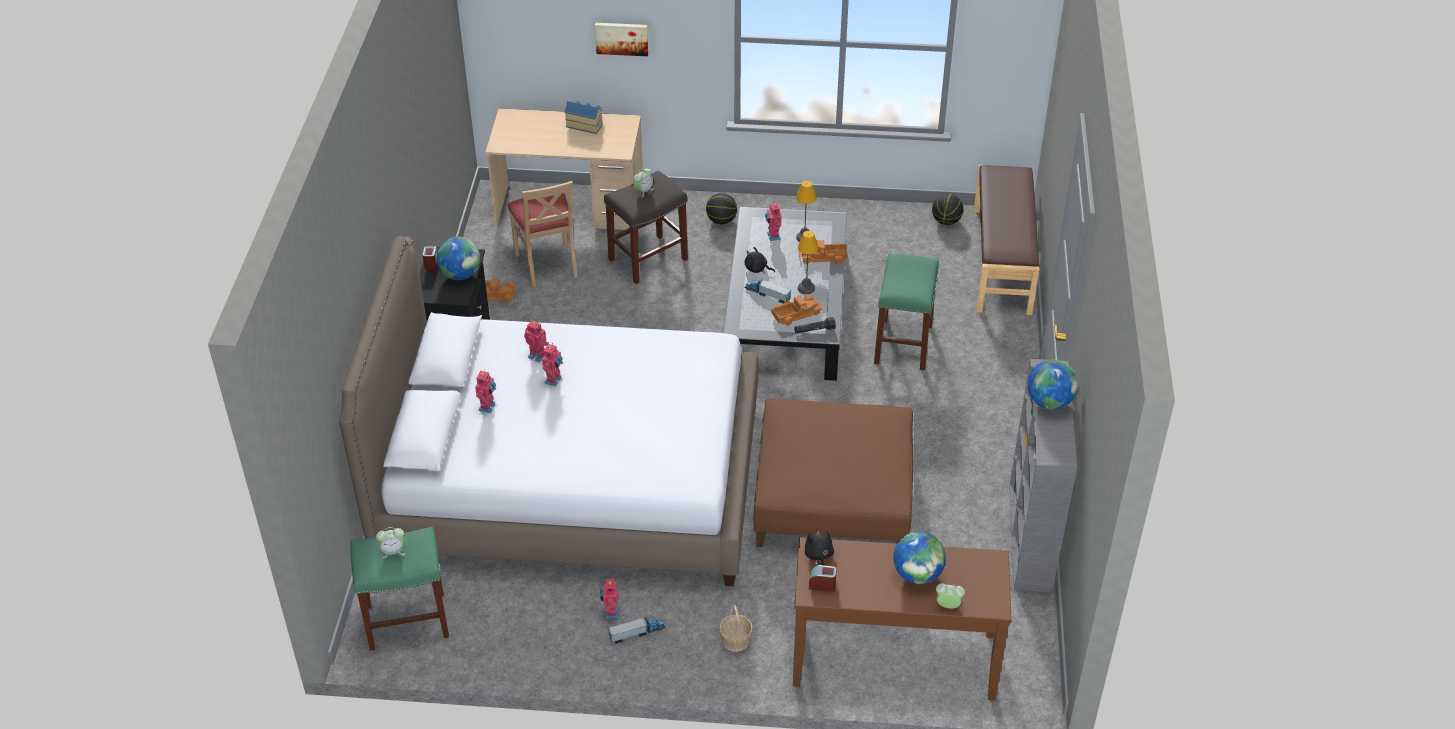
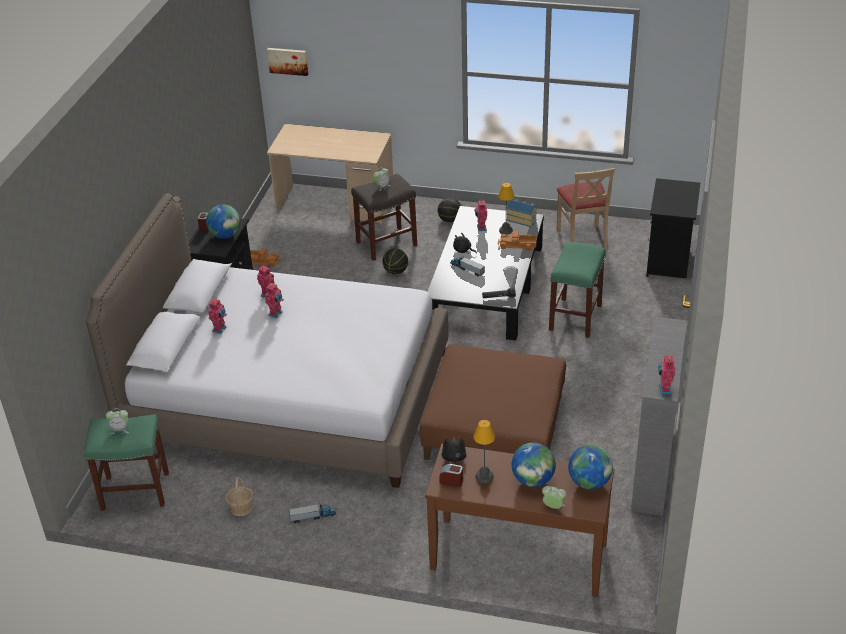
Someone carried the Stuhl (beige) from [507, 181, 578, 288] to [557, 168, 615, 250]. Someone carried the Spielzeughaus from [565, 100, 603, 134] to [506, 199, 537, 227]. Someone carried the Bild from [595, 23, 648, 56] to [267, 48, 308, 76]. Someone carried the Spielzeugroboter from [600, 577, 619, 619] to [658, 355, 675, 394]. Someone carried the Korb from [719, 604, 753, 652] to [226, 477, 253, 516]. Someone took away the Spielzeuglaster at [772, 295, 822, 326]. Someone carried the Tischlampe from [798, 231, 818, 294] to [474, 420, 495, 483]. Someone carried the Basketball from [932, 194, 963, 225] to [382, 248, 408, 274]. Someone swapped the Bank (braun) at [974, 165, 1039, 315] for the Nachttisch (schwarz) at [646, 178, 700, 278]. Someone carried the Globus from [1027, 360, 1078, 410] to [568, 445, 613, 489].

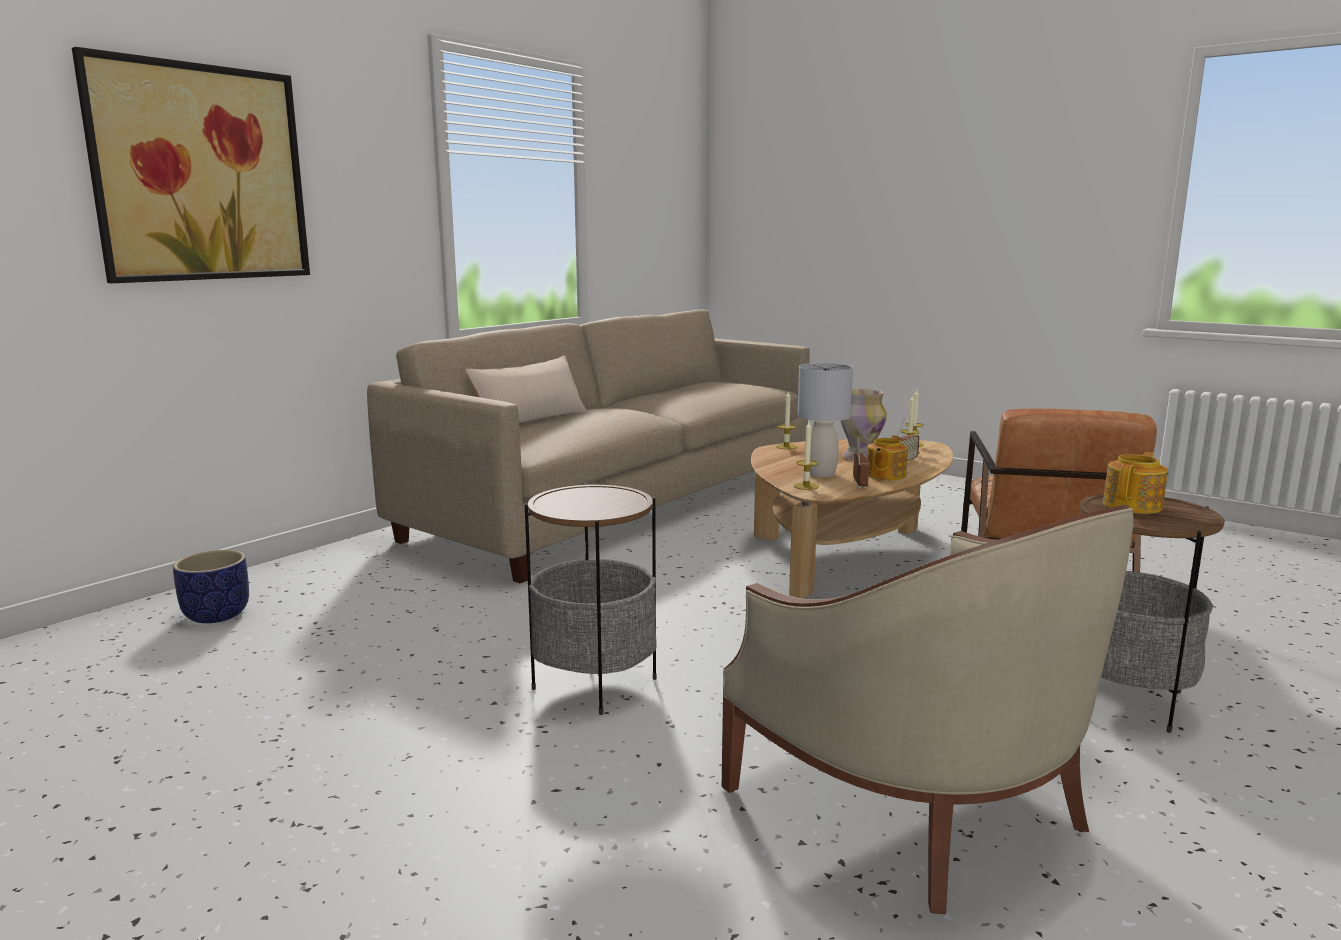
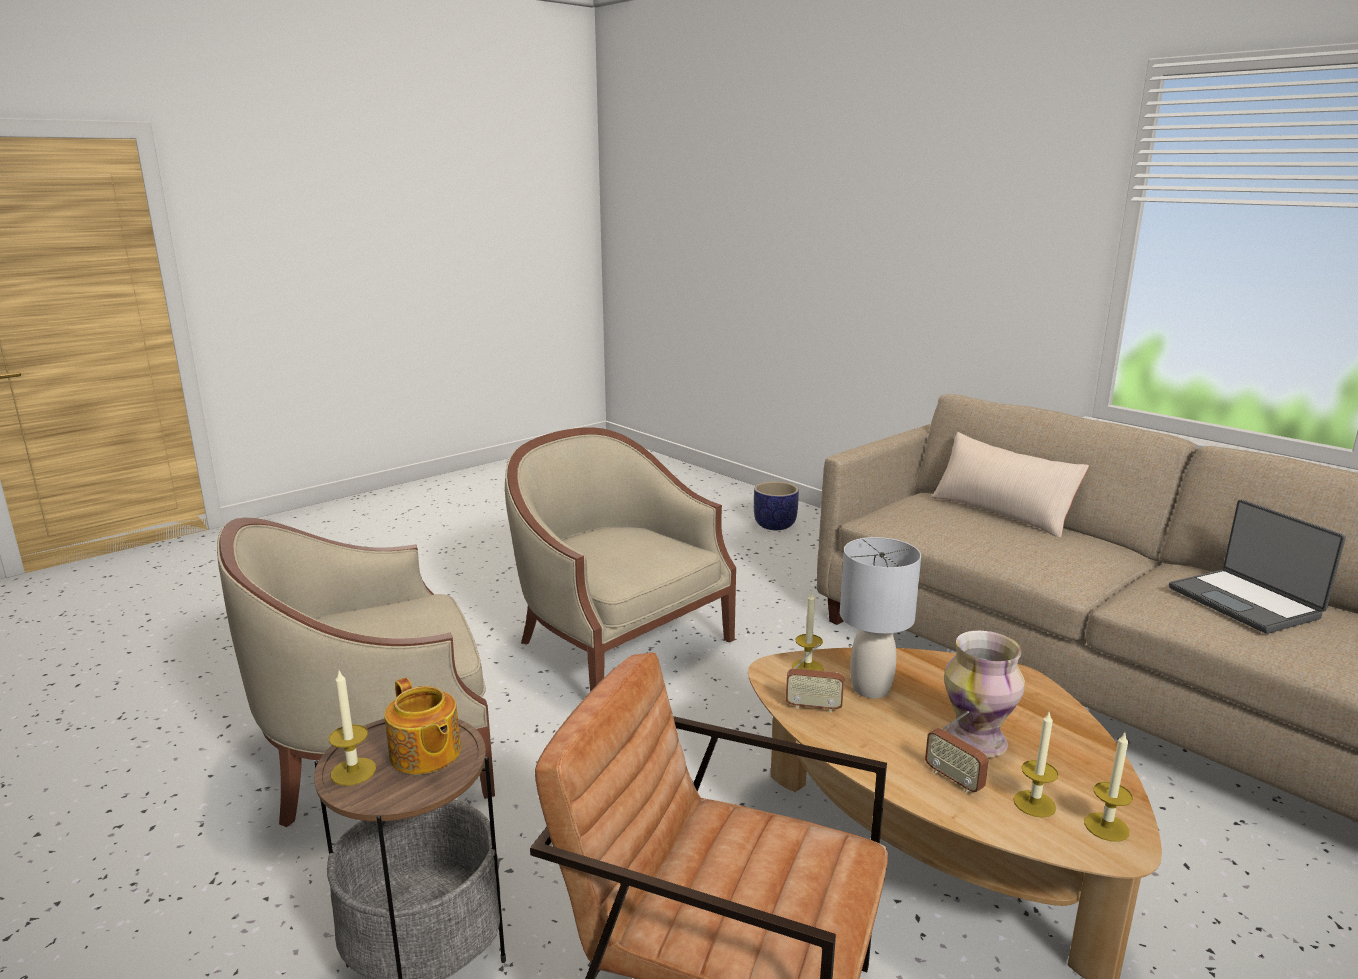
Someone took away the Bild at [72, 47, 310, 283]. Someone swapped the Beistelltisch at [525, 484, 657, 715] for the Sessel (beige) at [505, 427, 736, 692]. Someone carried the Kerze from [776, 390, 797, 449] to [329, 671, 376, 786]. Someone took away the Teekanne at [867, 436, 908, 480]. Someone put down the Laptop at [1169, 500, 1346, 634].

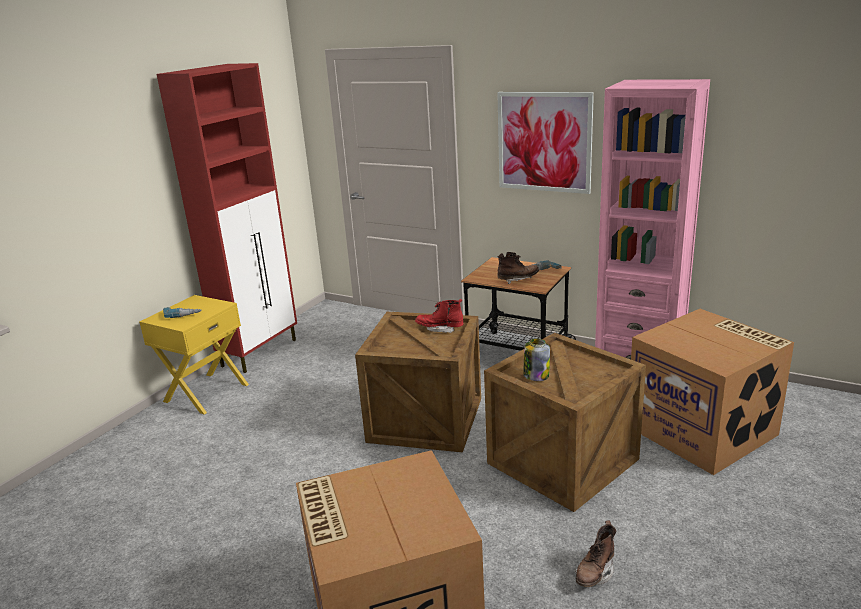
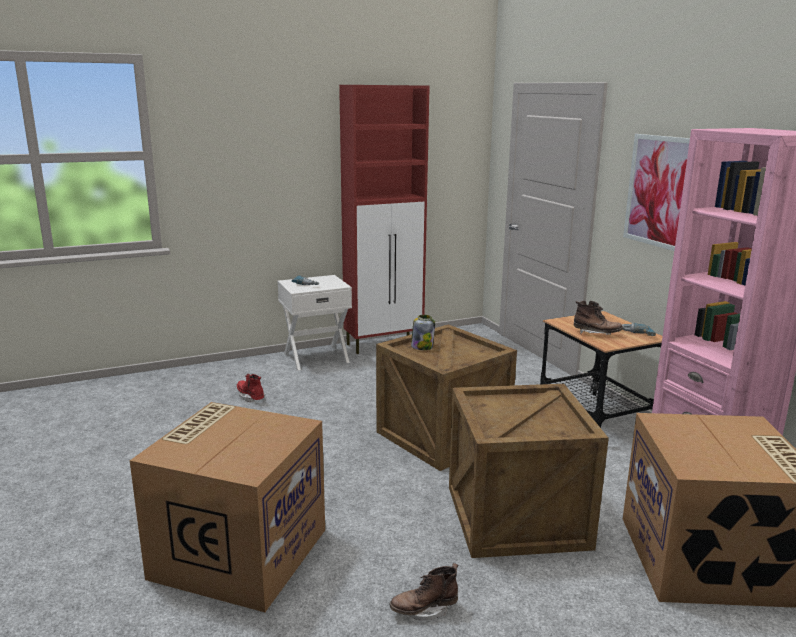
Someone repainted the Nachttisch (gelb) at [139, 295, 249, 415], which became the Nachttisch (weiß) at [277, 275, 352, 371]. Someone carried the Stiefel (rot) from [415, 299, 464, 333] to [237, 373, 266, 403]. Someone carried the Vorratsglas from [523, 338, 550, 381] to [411, 315, 435, 350].

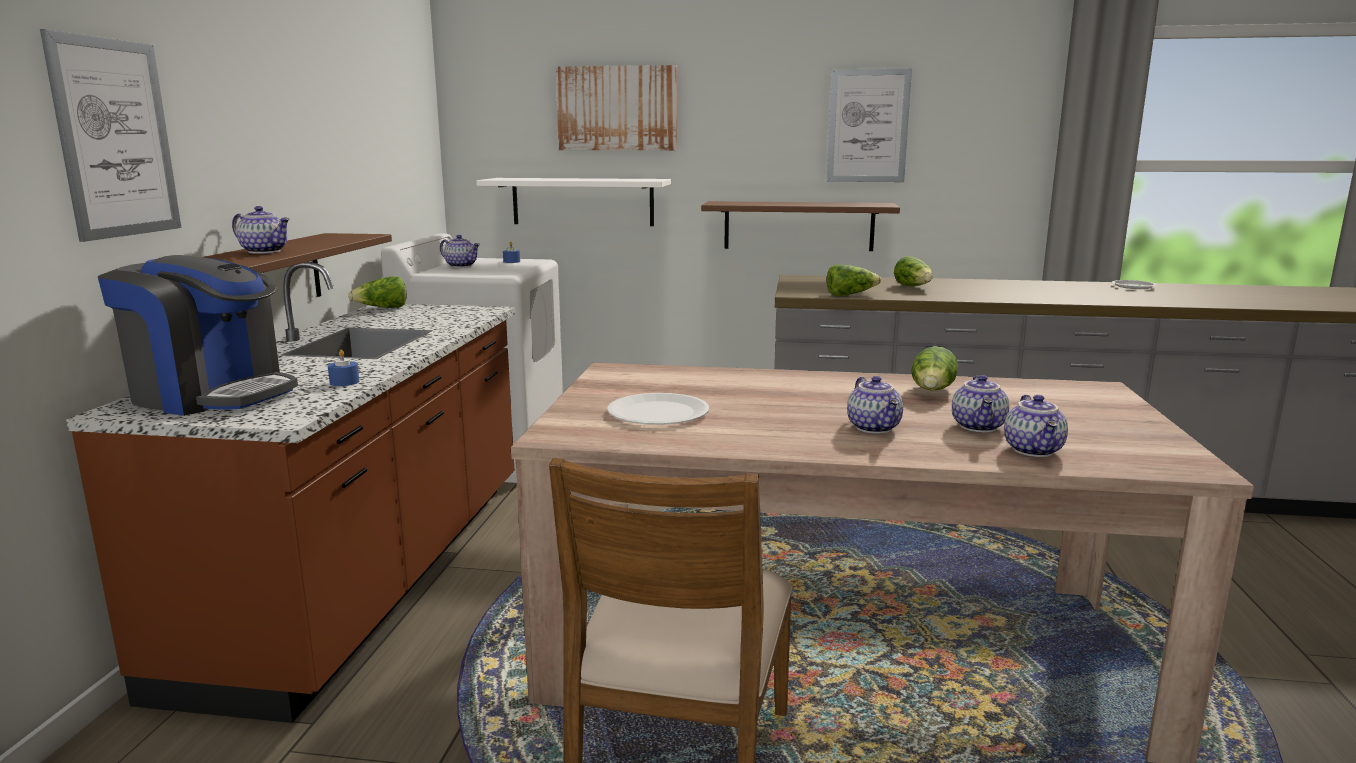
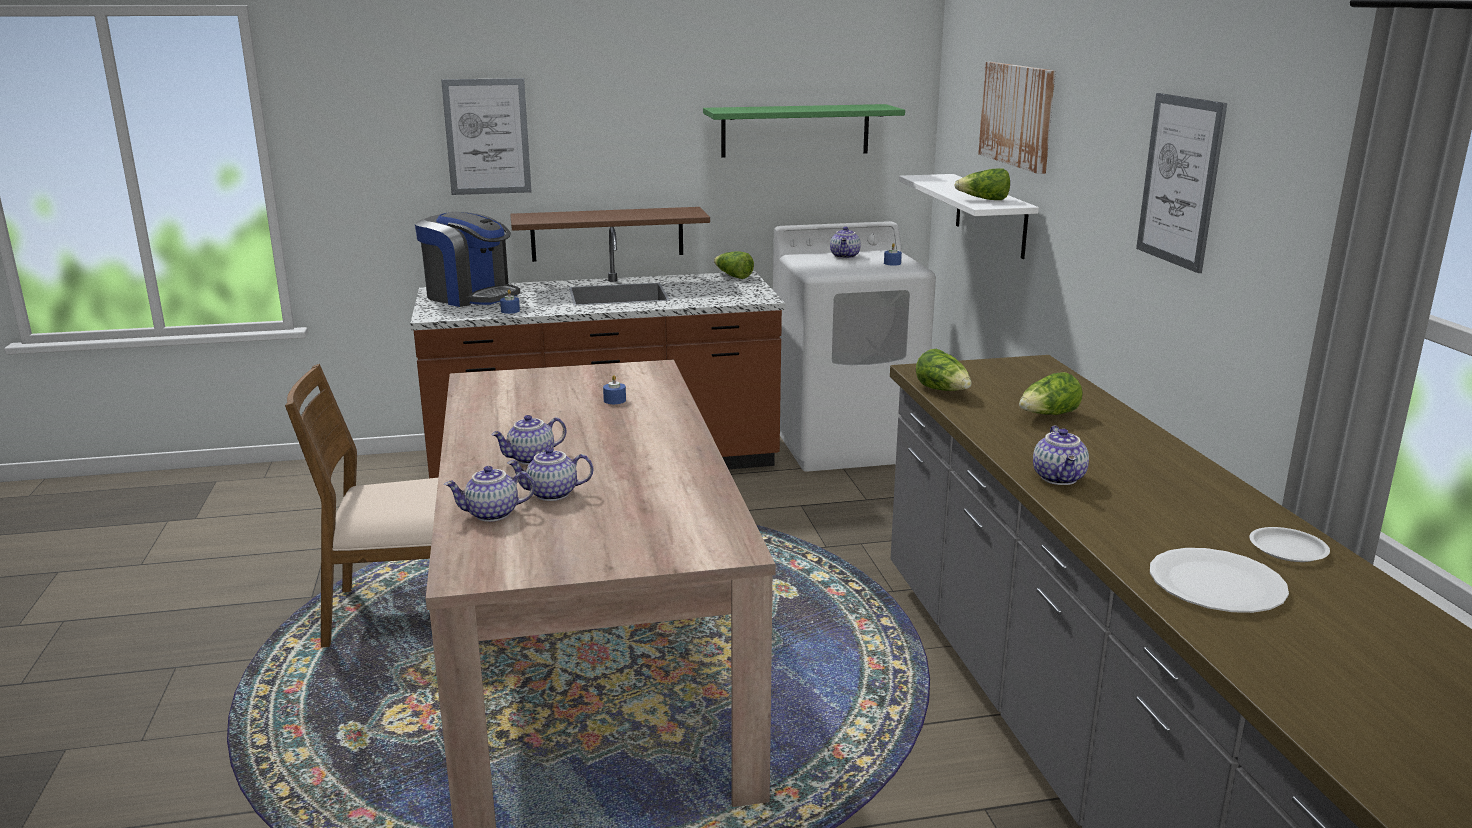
Someone rotated the Kaffeemaschine at [98, 255, 298, 416] by 60 degrees counterclockwise. Someone carried the Teekanne from [232, 206, 290, 254] to [1033, 426, 1089, 485]. Someone carried the Teller (weiß) from [607, 393, 709, 425] to [1150, 548, 1289, 613]. Someone took away the Wandregal (braun) at [701, 201, 900, 251]. Someone carried the Salatkopf from [912, 346, 958, 391] to [955, 168, 1010, 200]. Someone put down the Kerze (blau) at [603, 375, 626, 404]. Someone put up the Wandregal (grün) at [703, 104, 905, 158].

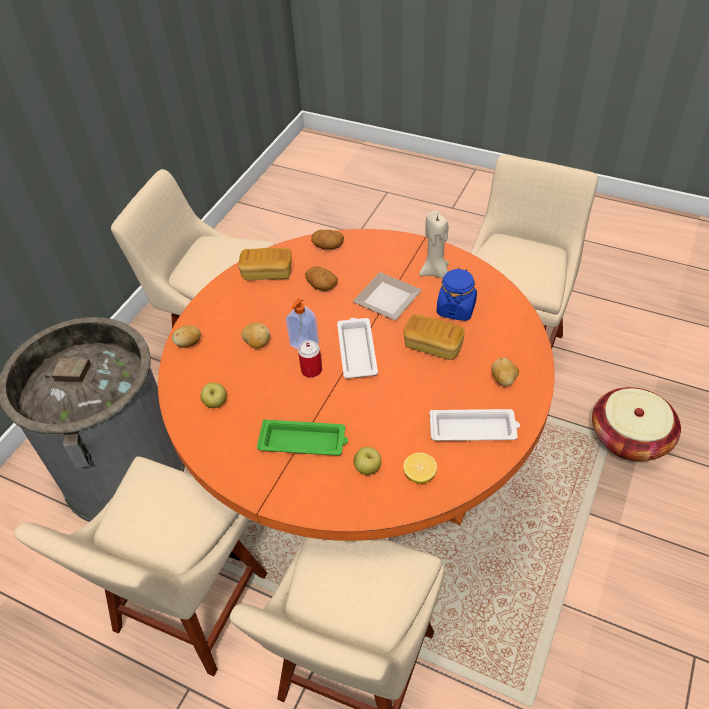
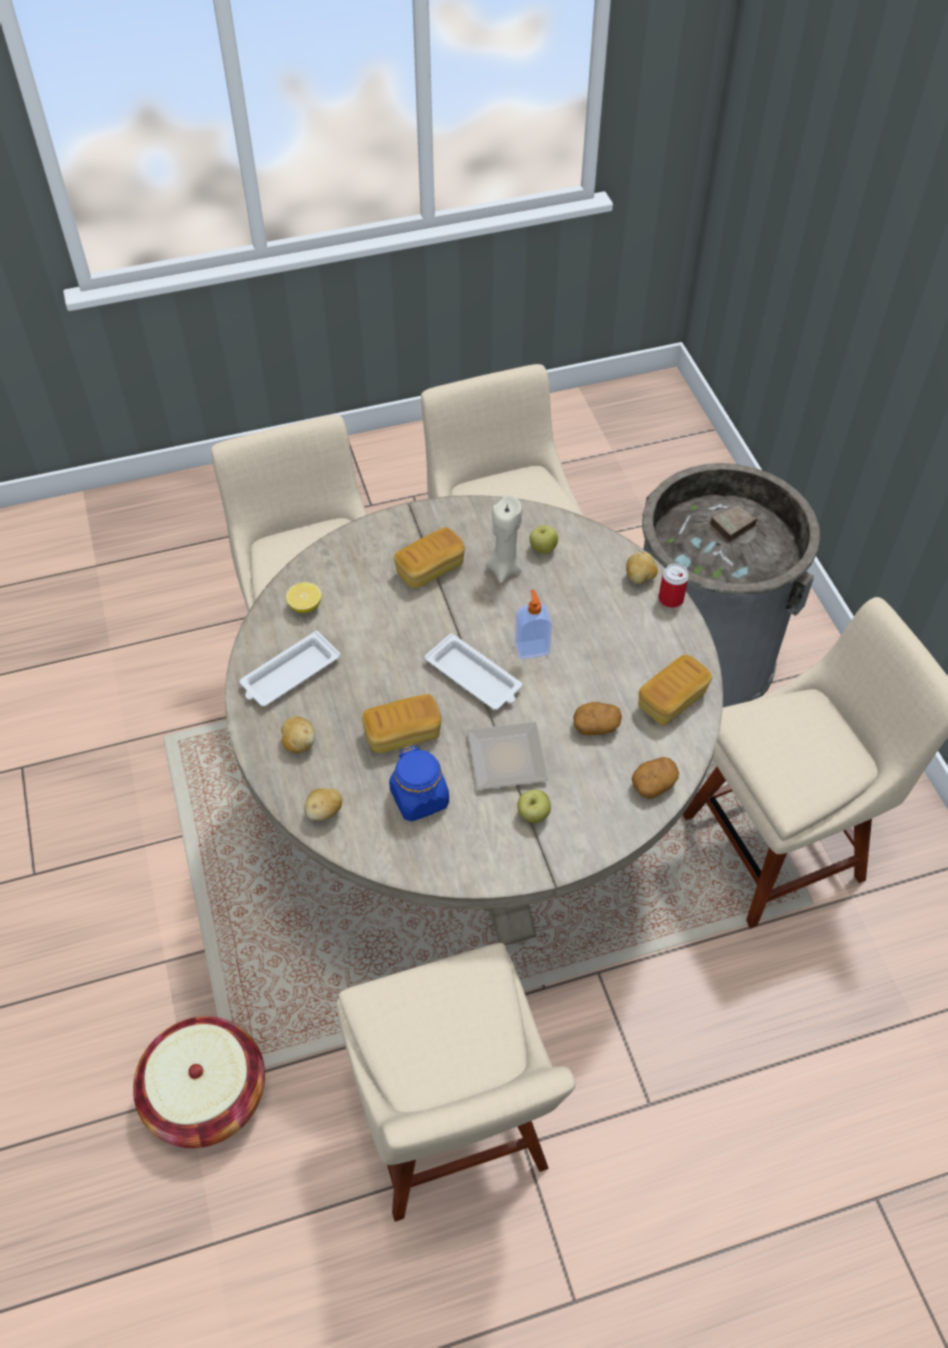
Someone repainted the Esstisch (orange) at [158, 229, 555, 541], which became the Esstisch (beige) at [225, 495, 723, 946]. Someone carried the Kartoffel from [242, 322, 270, 349] to [304, 788, 342, 821]. Someone swapped the Tablett (grün) at [257, 419, 348, 456] for the Brot at [394, 527, 465, 589]. Someone carried the Dose from [298, 340, 322, 378] to [658, 563, 689, 608]. Someone carried the Apfel from [354, 447, 381, 475] to [517, 789, 551, 823]. Someone carried the Kerze (beige) from [419, 211, 449, 278] to [486, 495, 522, 584].

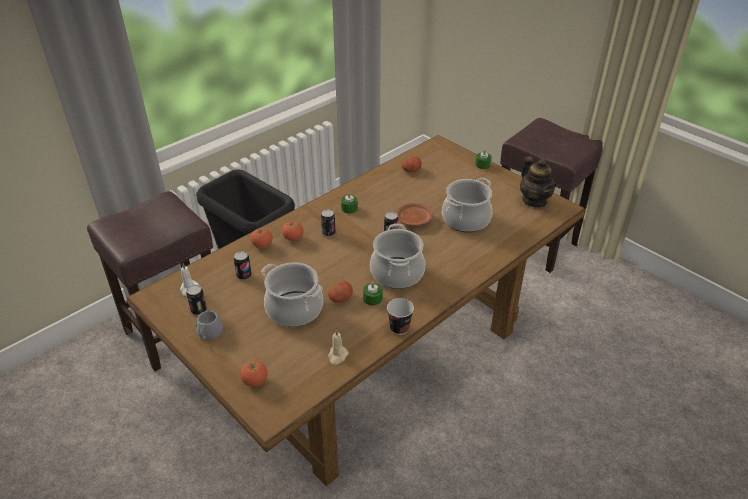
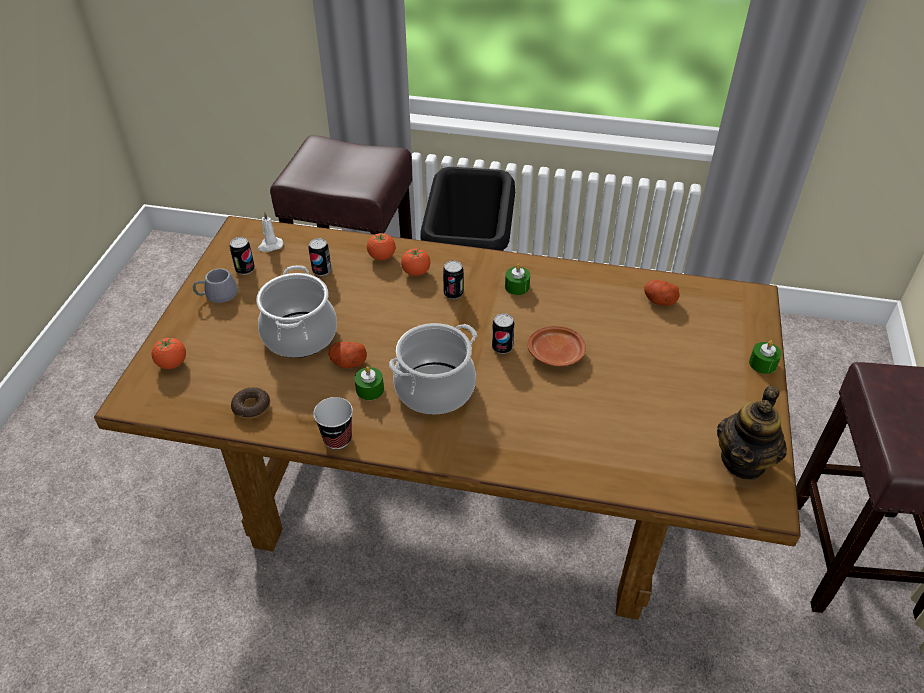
Someone swapped the Kerze (beige) at [328, 329, 349, 365] for the Donut at [231, 387, 270, 420]. Someone took away the Kochtopf at [442, 178, 492, 232].

